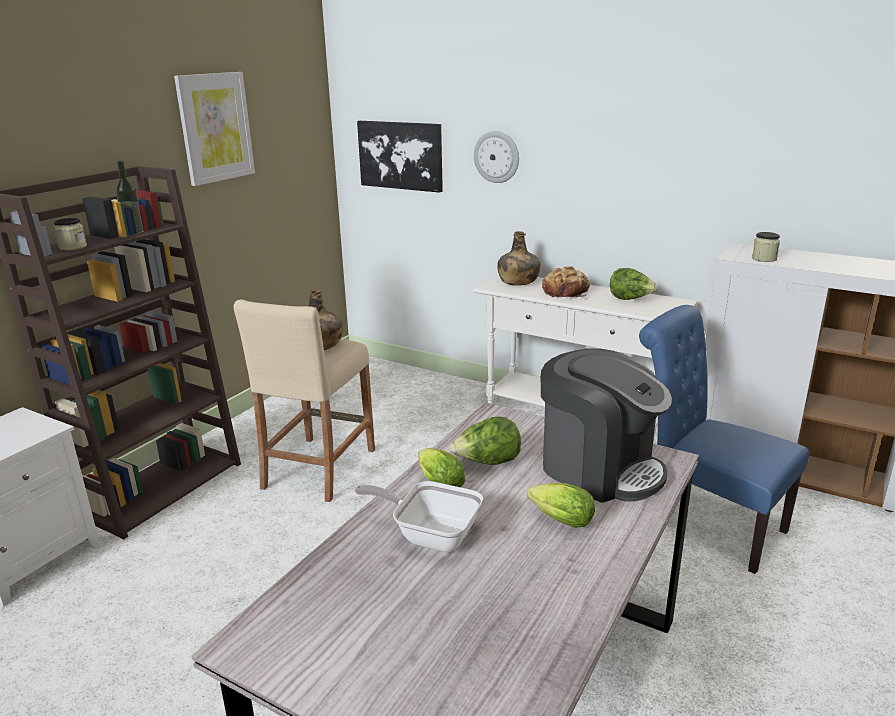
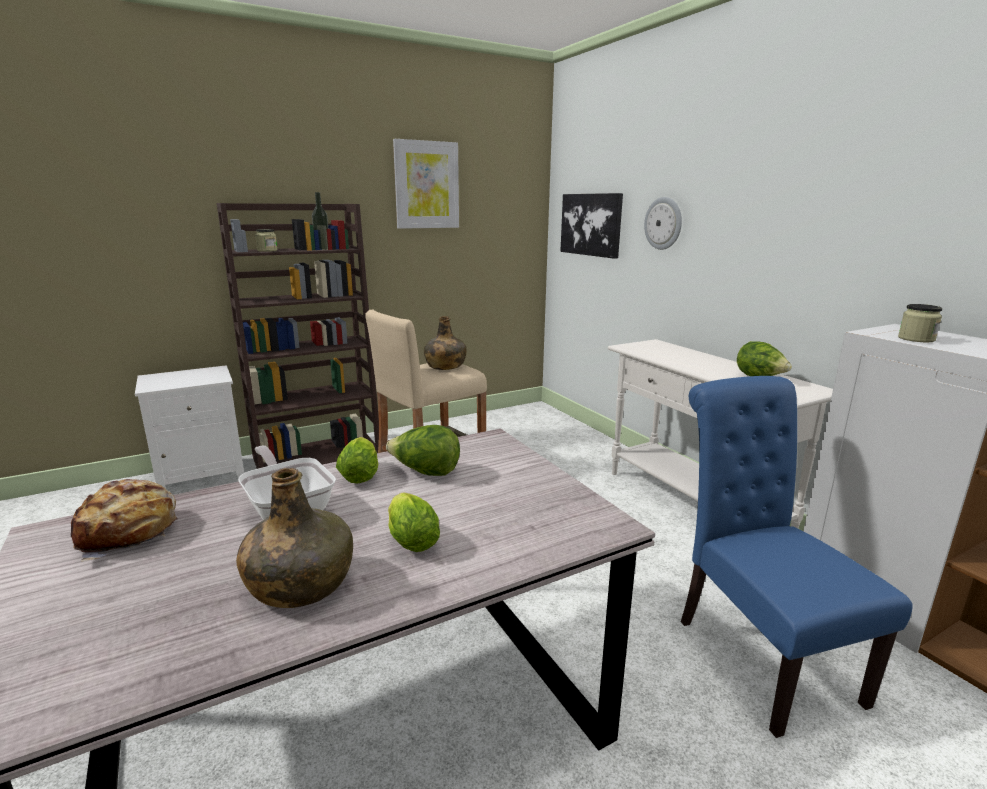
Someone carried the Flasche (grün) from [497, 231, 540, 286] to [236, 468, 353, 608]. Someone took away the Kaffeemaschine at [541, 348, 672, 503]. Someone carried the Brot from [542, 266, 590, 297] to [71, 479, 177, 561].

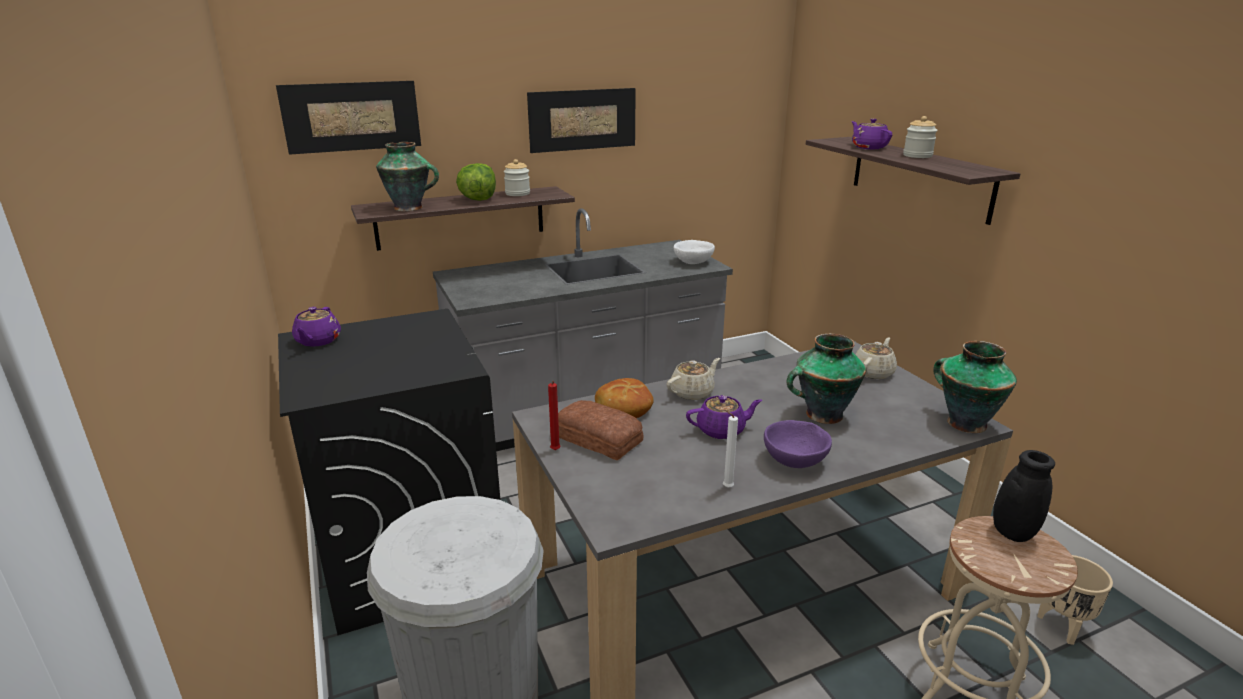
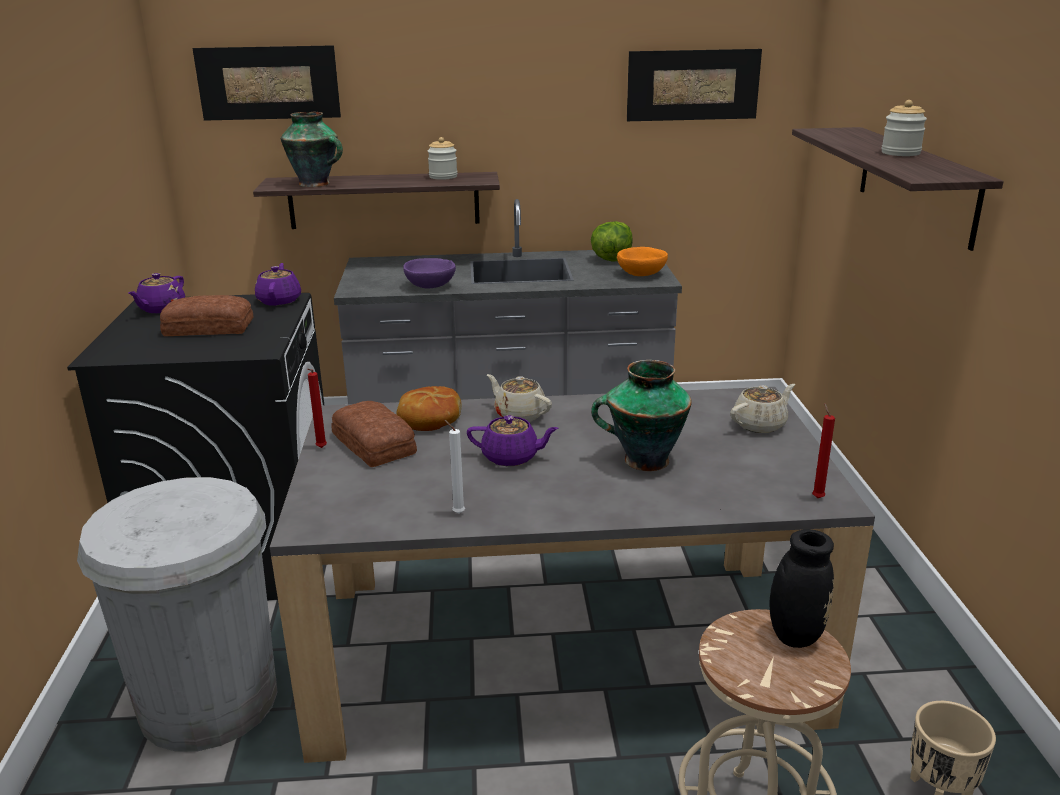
Someone carried the Salatkopf from [456, 163, 496, 201] to [591, 221, 633, 262]. Someone carried the Bild from [527, 88, 636, 153] to [627, 49, 762, 121]. Someone rotated the Teekanne (beige) at [667, 358, 720, 400] by 120 degrees counterclockwise. Someone repainted the Schüssel (weiß) at [674, 240, 715, 264], which became the Schüssel (orange) at [617, 247, 668, 276]. Someone carried the Schüssel (lila) from [764, 420, 832, 468] to [403, 258, 456, 288]. Someone carried the Teekanne (lila) from [851, 119, 892, 149] to [255, 263, 301, 306]. Someone swapped the Vase at [933, 341, 1017, 433] for the Kerze (rot) at [812, 403, 835, 498]. Someone put down the Brot at [160, 295, 253, 336].

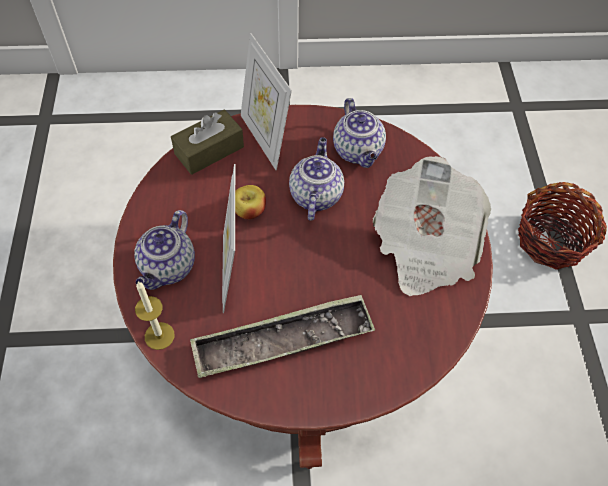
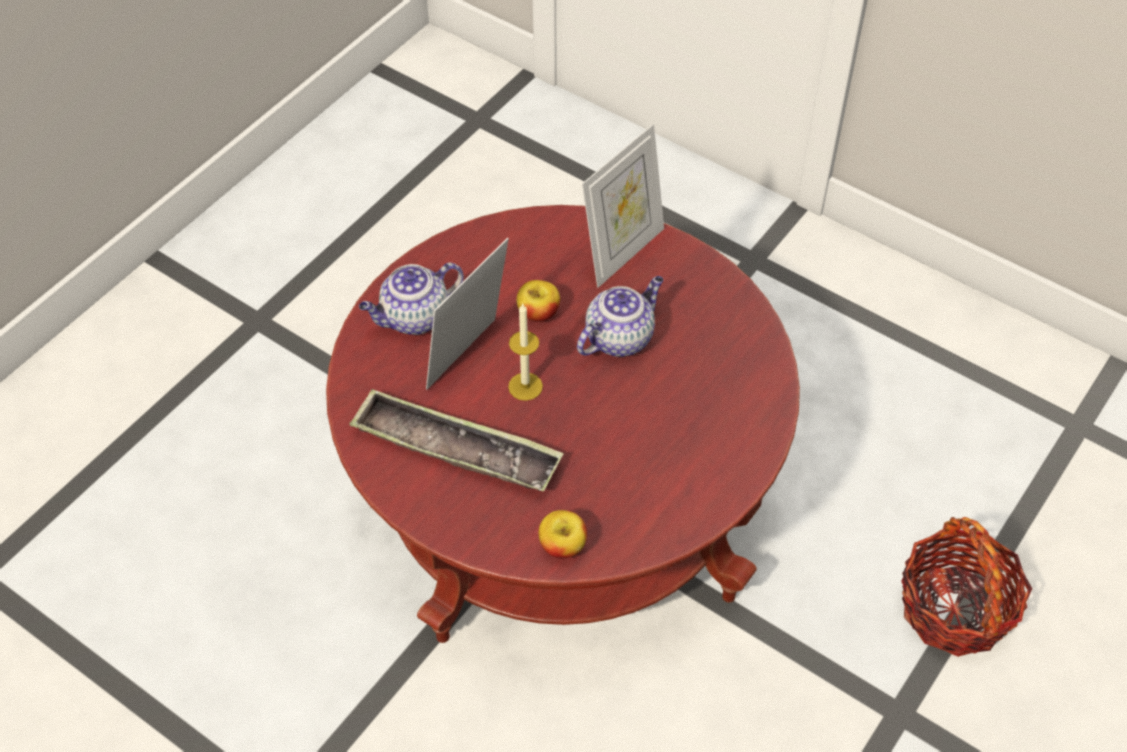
Someone carried the Kerze from [135, 282, 175, 350] to [508, 304, 543, 401]. Someone took away the Taschentuchbox (braun) at [171, 109, 244, 175]. Someone rotated the Bilderrahmen at [241, 33, 292, 170] by 150 degrees counterclockwise. Someone took away the Teekanne at [333, 98, 386, 168]. Someone took away the Zeitung at [373, 156, 491, 296]. Someone put down the Apfel at [539, 510, 587, 559].

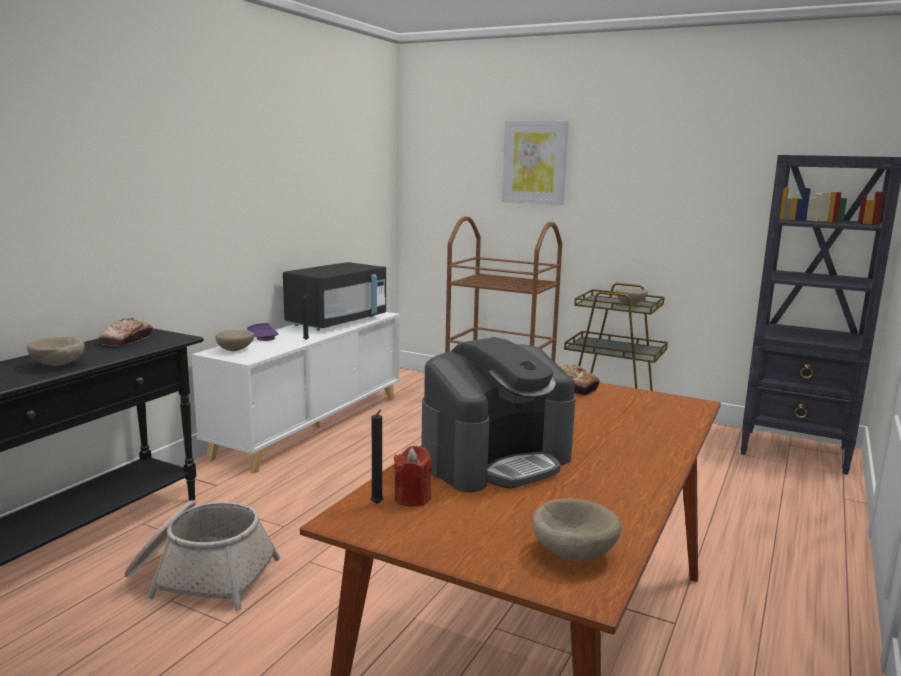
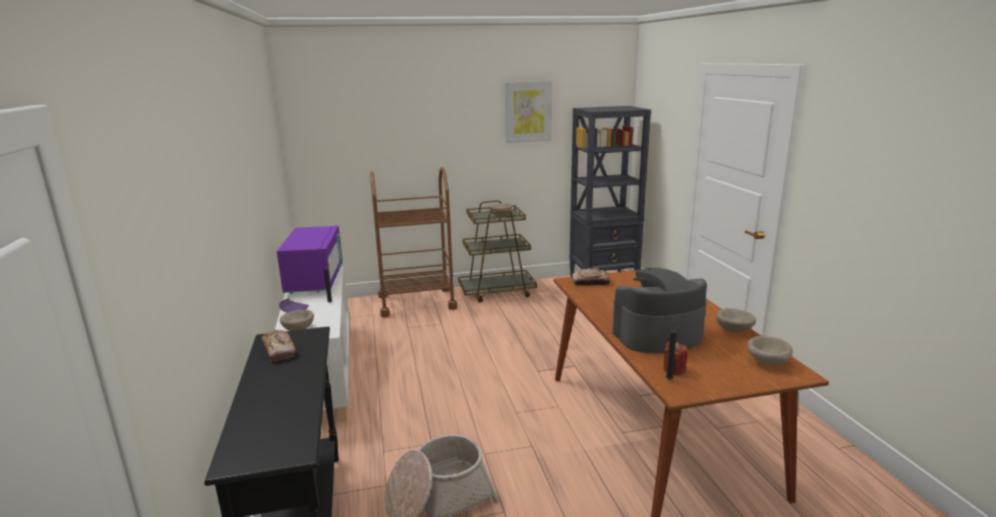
Someone carried the Schüssel (beige) from [27, 337, 85, 366] to [716, 308, 756, 333]. Someone repainted the Mikrowelle (schwarz) at [283, 262, 386, 331], which became the Mikrowelle (lila) at [277, 225, 343, 294]. Someone rotated the Kaffeemaschine at [421, 337, 576, 492] by 120 degrees counterclockwise. Someone carried the Bild from [502, 120, 569, 205] to [505, 81, 552, 143].

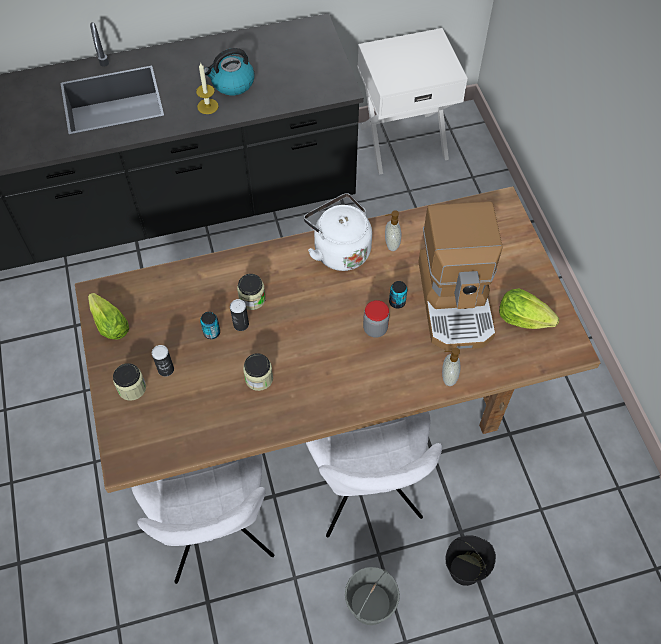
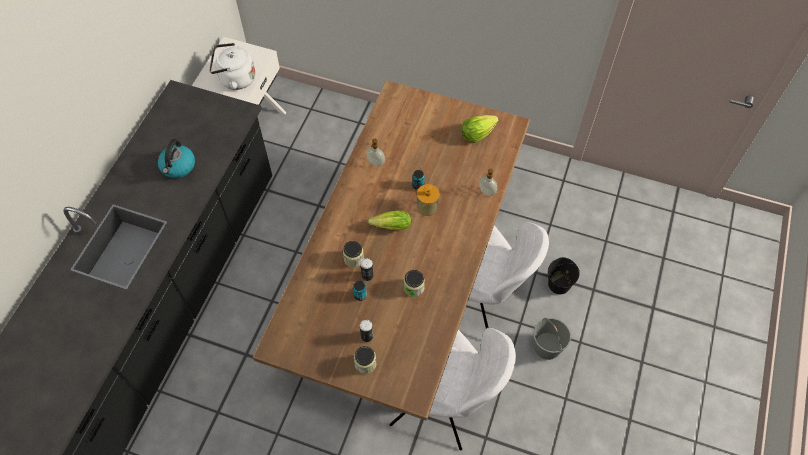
Someone carried the Salatkopf from [88, 293, 129, 340] to [368, 210, 411, 230]. Someone took away the Kerze at [196, 62, 219, 114]. Someone carried the Wasserkessel (weiß) from [304, 193, 372, 271] to [209, 43, 255, 90]. Someone swapped the Vorratsglas at [363, 300, 389, 338] for the Seifenspender at [417, 184, 440, 216]. Someone took away the Kaffeemaschine at [418, 201, 502, 350].

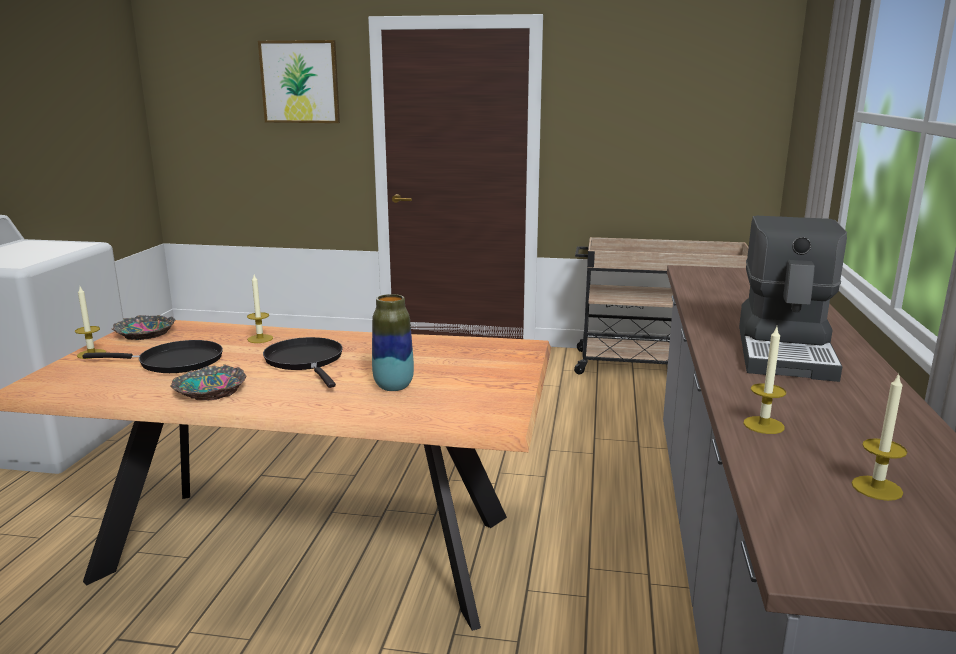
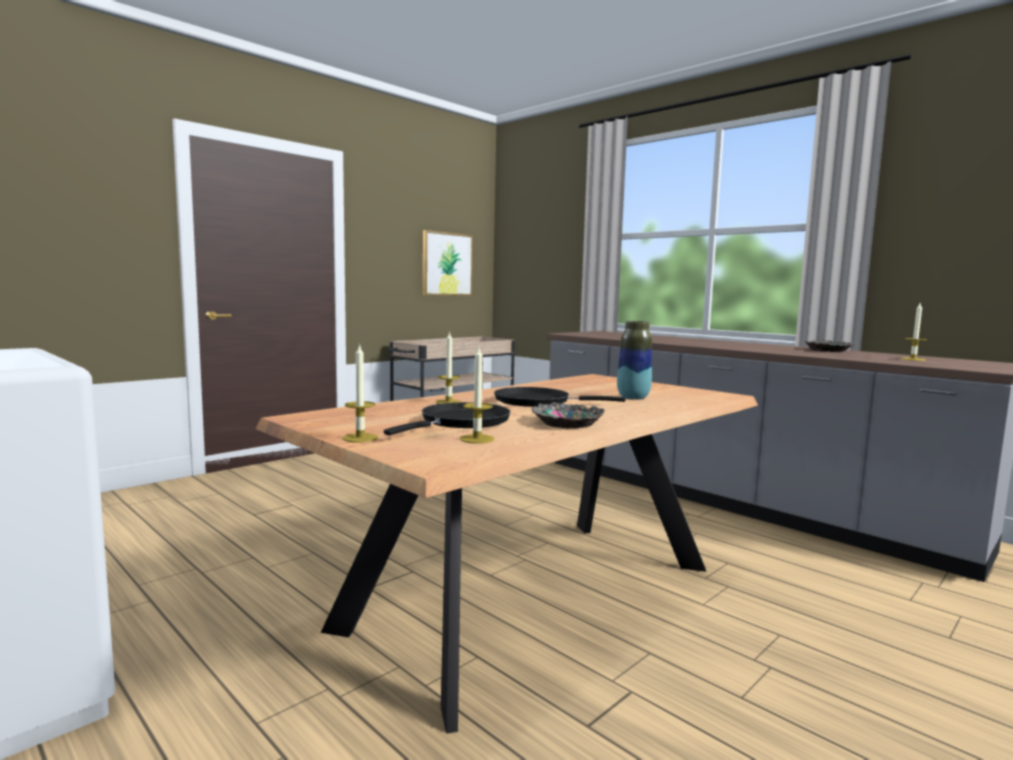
Someone carried the Schüssel from [111, 315, 175, 340] to [804, 340, 855, 352]. Someone carried the Bild from [258, 40, 340, 123] to [423, 230, 473, 296]. Someone took away the Kaffeemaschine at [739, 216, 847, 382]. Someone carried the Kerze from [743, 327, 786, 434] to [460, 348, 495, 444].

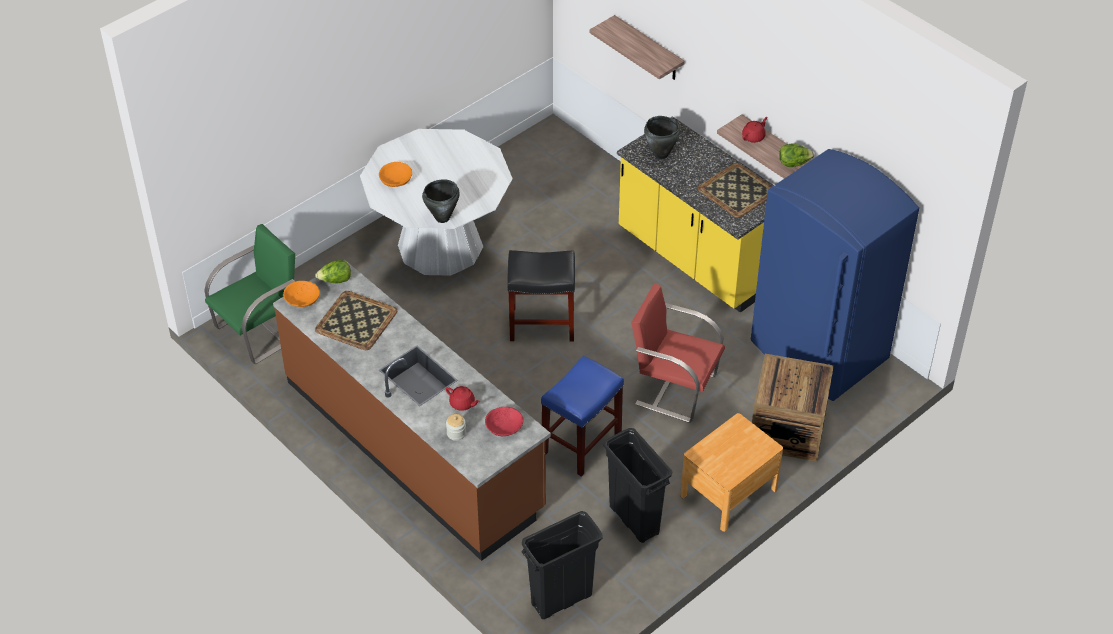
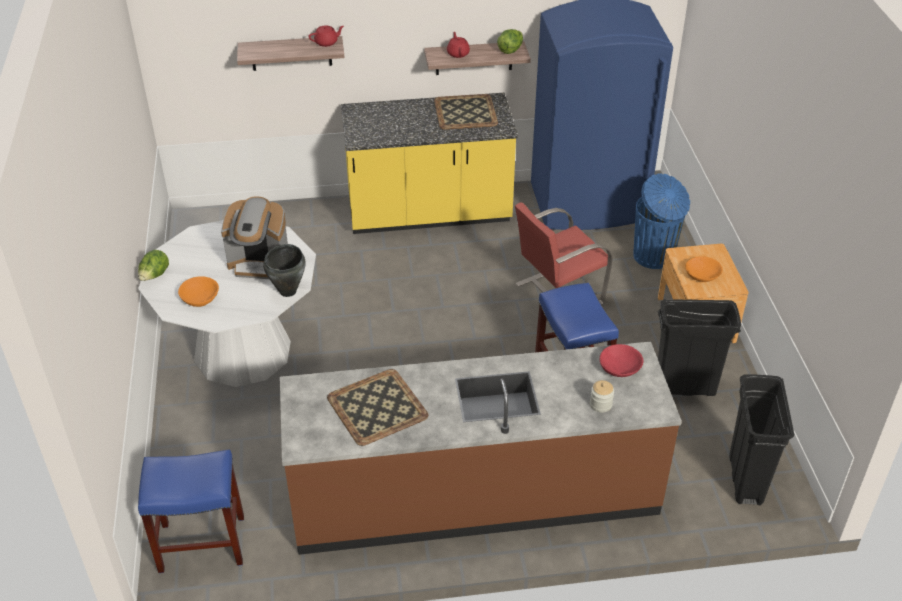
Someone swapped the Stuhl (grün) at [204, 224, 295, 364] for the Hocker (blau) at [138, 450, 244, 573]. Someone carried the Schüssel (orange) from [283, 281, 320, 307] to [685, 256, 723, 282]. Someone carried the Salatkopf from [315, 260, 351, 284] to [138, 250, 169, 281]. Someone carried the Teekanne (rot) from [445, 386, 480, 411] to [308, 25, 344, 47]. Someone took away the Hocker (schwarz) at [507, 250, 575, 342]. Someone took away the Kochtopf (schwarz) at [644, 116, 680, 159]. Someone swapped the Kiste at [752, 354, 834, 462] for the Mülleimer (blau) at [634, 173, 690, 269]. Someone put down the Kaffeemaschine at [221, 196, 288, 279].

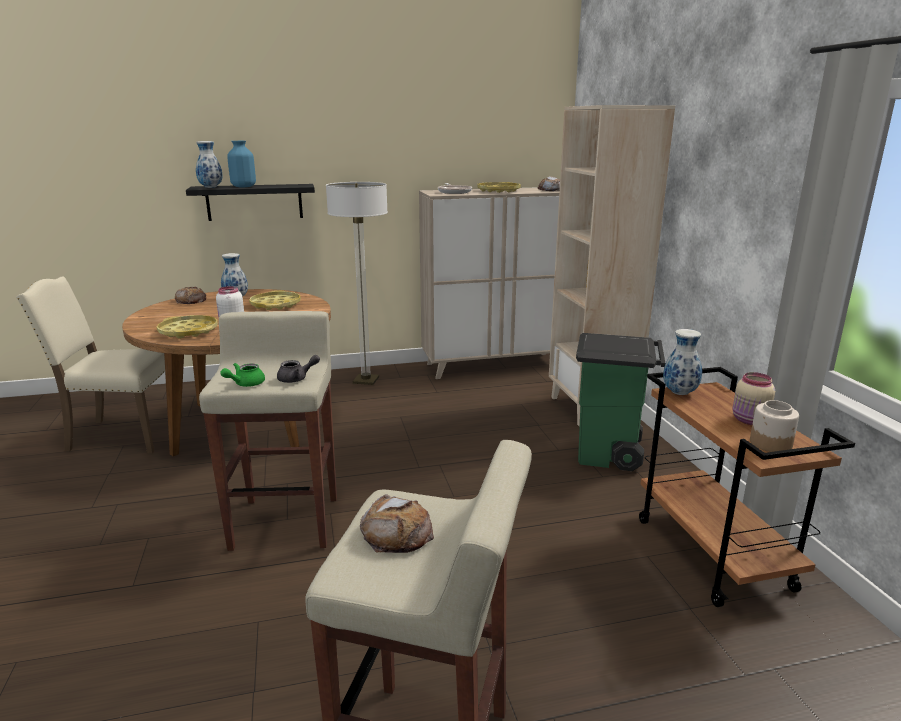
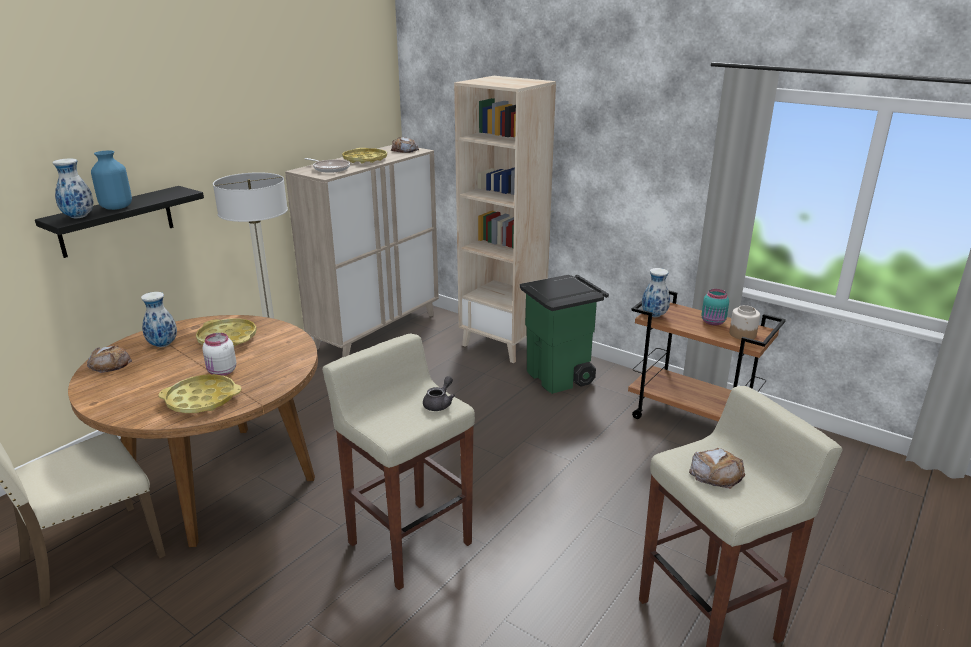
Someone took away the Teekanne (grün) at [220, 363, 265, 387]. Someone repainted the Vorratsglas (beige) at [733, 372, 775, 425], which became the Vorratsglas (türkis) at [701, 289, 729, 326].

